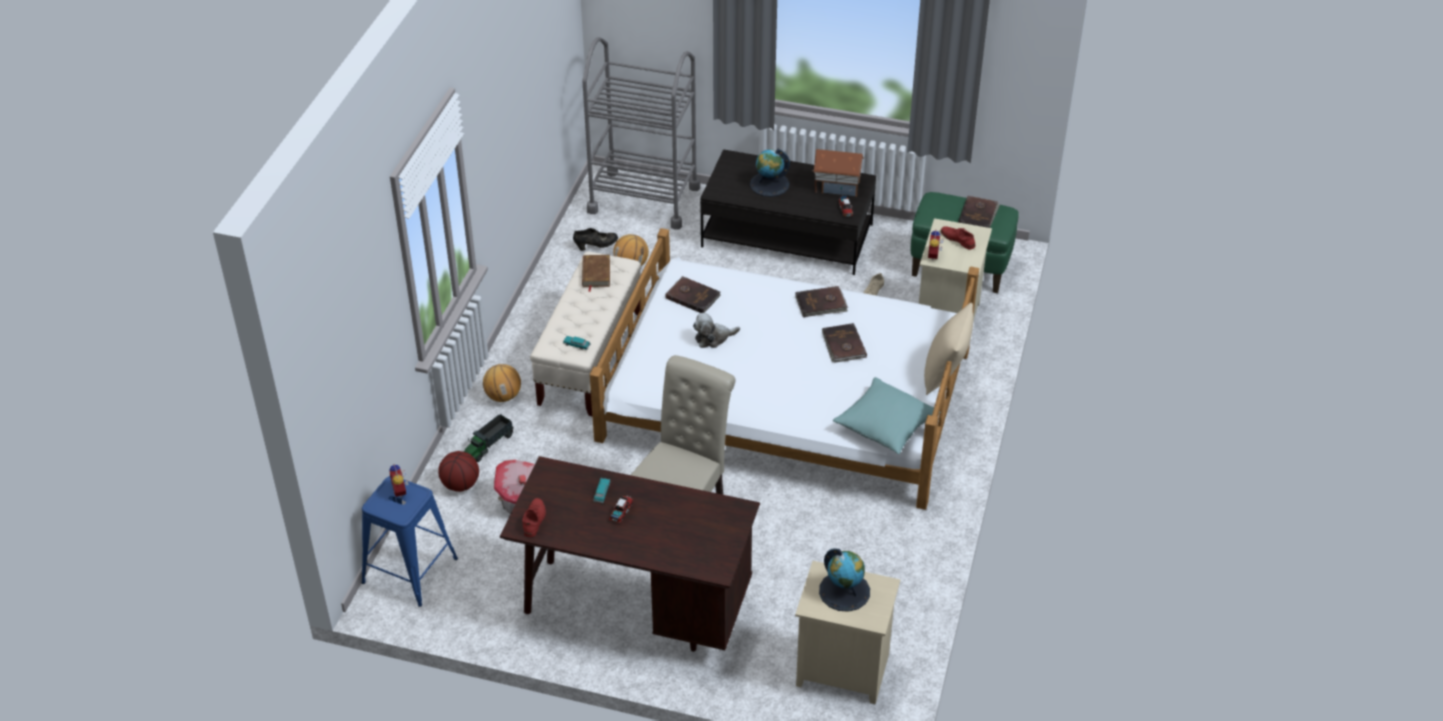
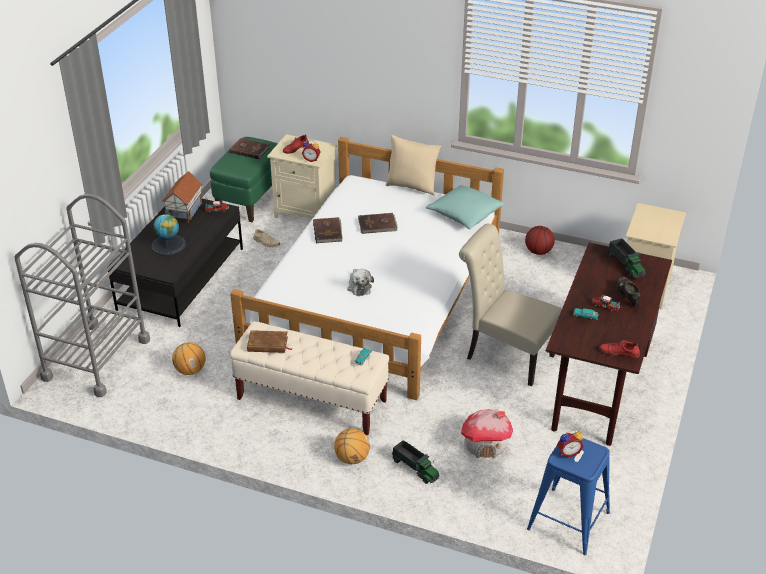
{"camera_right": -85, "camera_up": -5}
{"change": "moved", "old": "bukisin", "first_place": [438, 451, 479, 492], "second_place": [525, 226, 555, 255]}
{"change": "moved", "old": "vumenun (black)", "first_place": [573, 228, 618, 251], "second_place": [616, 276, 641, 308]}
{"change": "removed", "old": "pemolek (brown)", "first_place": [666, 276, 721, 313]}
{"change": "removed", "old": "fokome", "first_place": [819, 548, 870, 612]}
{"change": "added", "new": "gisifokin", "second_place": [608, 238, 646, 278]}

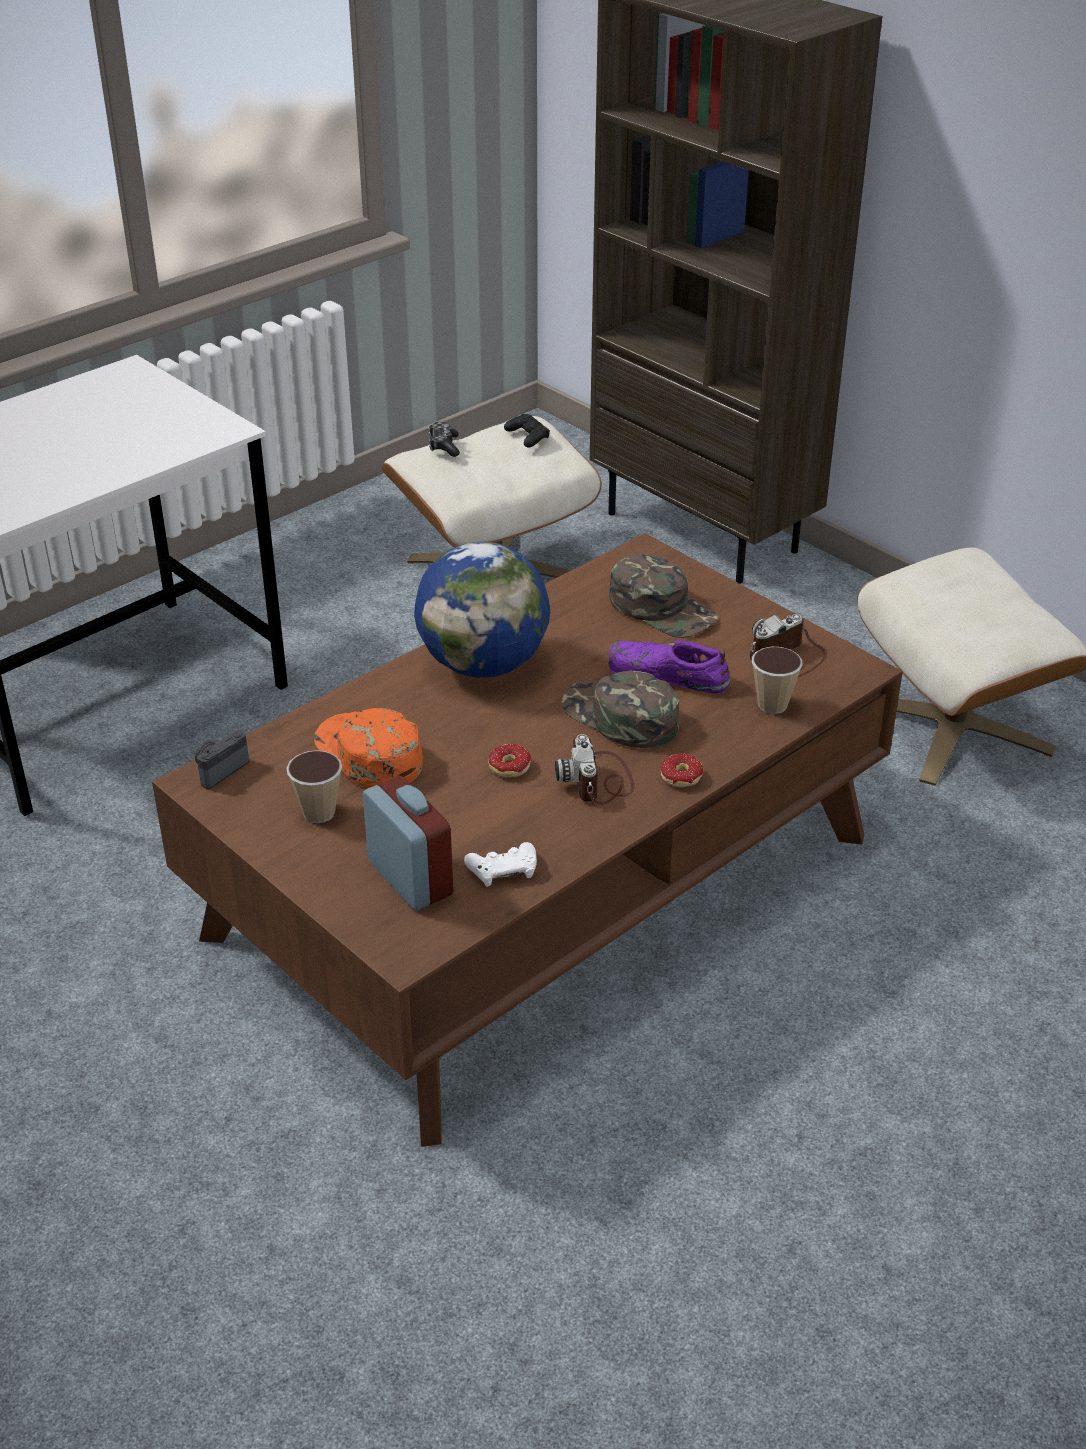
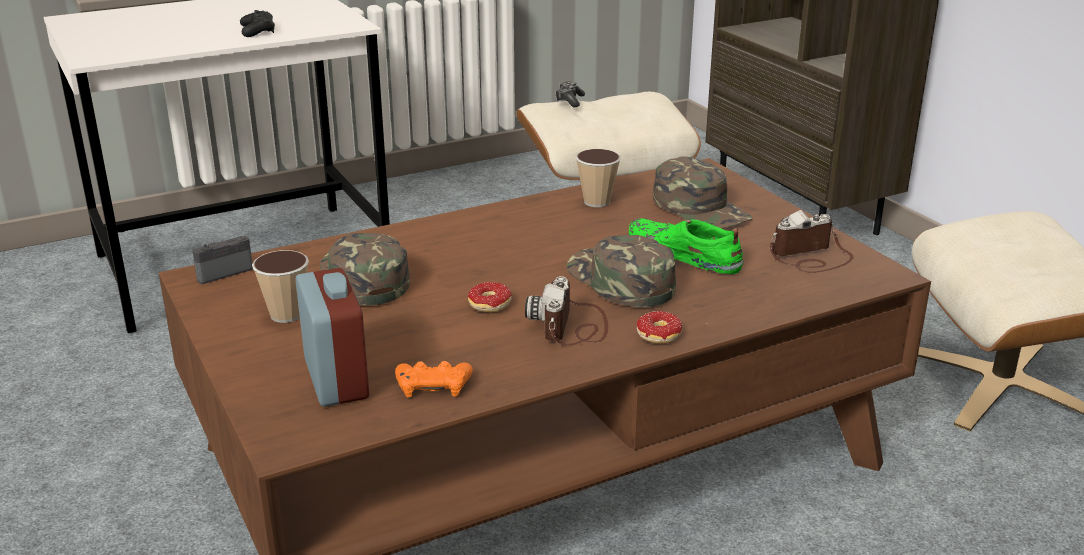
{"camera_right": 15, "camera_up": -10}
{"change": "recoloured", "old": "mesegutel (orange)", "new": "mesegutel (green)", "first_place": [314, 708, 423, 788], "second_place": [320, 233, 410, 305]}
{"change": "removed", "old": "fokome", "first_place": [414, 541, 550, 678]}
{"change": "recoloured", "old": "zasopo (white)", "new": "zasopo (orange)", "first_place": [464, 842, 537, 887], "second_place": [395, 361, 473, 398]}
{"change": "moved", "old": "zasopo (black)", "first_place": [504, 414, 550, 448], "second_place": [240, 10, 275, 37]}
{"change": "recoloured", "old": "vumenun (purple)", "new": "vumenun (green)", "first_place": [609, 640, 731, 693], "second_place": [629, 218, 744, 274]}
{"change": "moved", "old": "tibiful", "first_place": [752, 647, 803, 714], "second_place": [575, 149, 621, 207]}

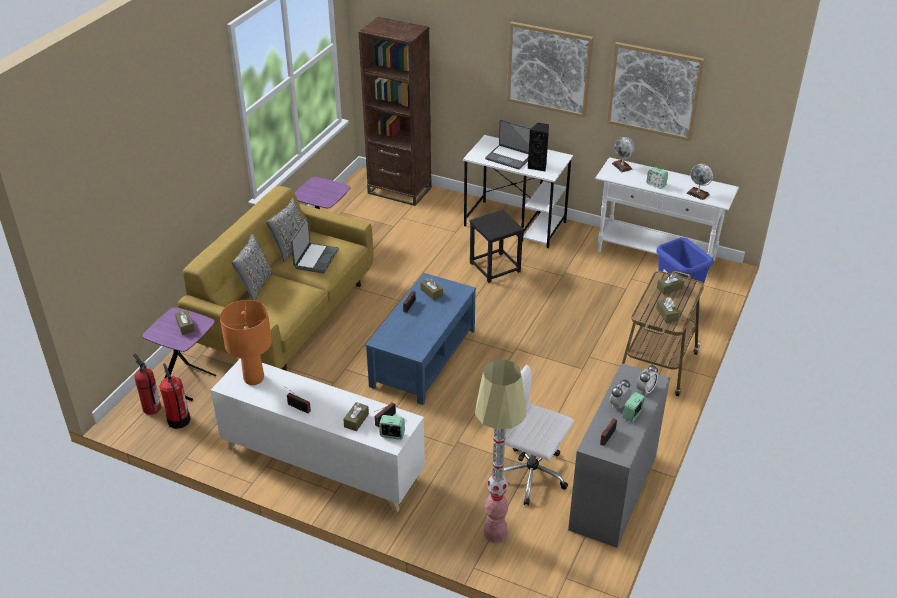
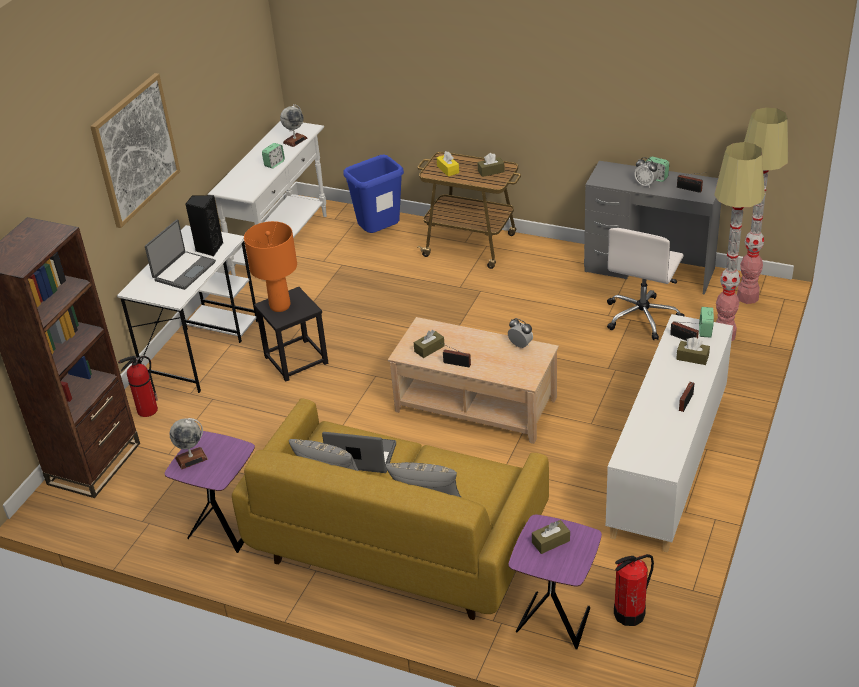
{"camera_right": -90, "camera_up": 0}
{"change": "moved", "old": "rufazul", "first_place": [133, 354, 161, 415], "second_place": [118, 356, 158, 417]}
{"change": "moved", "old": "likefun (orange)", "first_place": [220, 300, 272, 385], "second_place": [244, 221, 297, 312]}
{"change": "recoloured", "old": "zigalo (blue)", "new": "zigalo (beige)", "first_place": [365, 273, 476, 405], "second_place": [388, 317, 559, 444]}
{"change": "removed", "old": "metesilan", "first_place": [607, 42, 704, 141]}
{"change": "moved", "old": "fokome", "first_place": [612, 137, 635, 172], "second_place": [170, 418, 208, 470]}
{"change": "moved", "old": "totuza", "first_place": [637, 365, 658, 396], "second_place": [508, 318, 533, 348]}
{"change": "recoloured", "old": "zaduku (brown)", "new": "zaduku (yellow)", "first_place": [657, 273, 684, 295], "second_place": [437, 151, 459, 177]}
{"change": "added", "new": "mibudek", "second_place": [737, 107, 788, 304]}

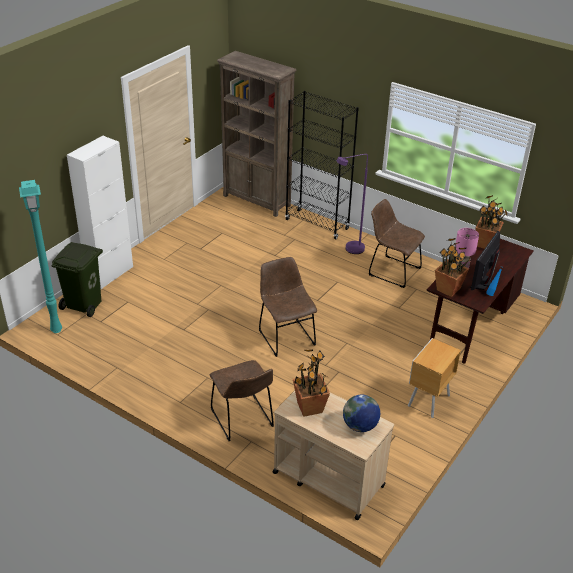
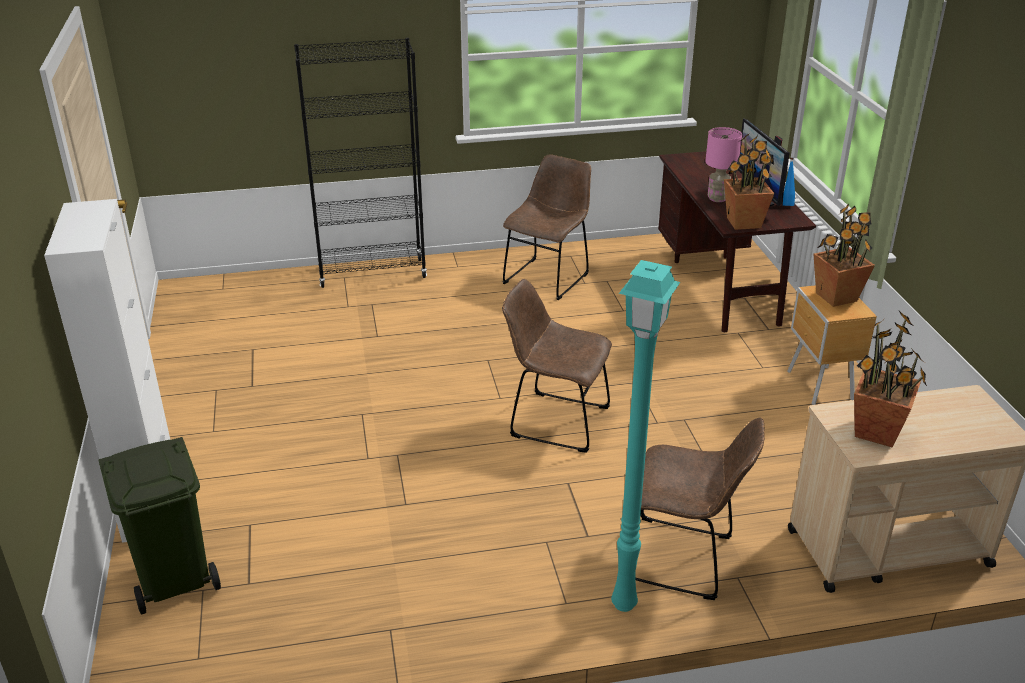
{"camera_right": -45, "camera_up": -5}
{"change": "moved", "old": "mibudek (turquoise)", "first_place": [19, 180, 62, 333], "second_place": [611, 260, 680, 612]}
{"change": "removed", "old": "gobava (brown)", "first_place": [217, 51, 297, 217]}
{"change": "removed", "old": "mibudek (purple)", "first_place": [337, 154, 368, 254]}
{"change": "removed", "old": "fokome", "first_place": [343, 395, 380, 432]}
{"change": "turned", "old": "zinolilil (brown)", "first_place": [368, 199, 425, 288], "second_place": [503, 155, 591, 300], "degrees": 135}
{"change": "moved", "old": "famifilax", "first_place": [475, 195, 508, 249], "second_place": [813, 204, 875, 307]}

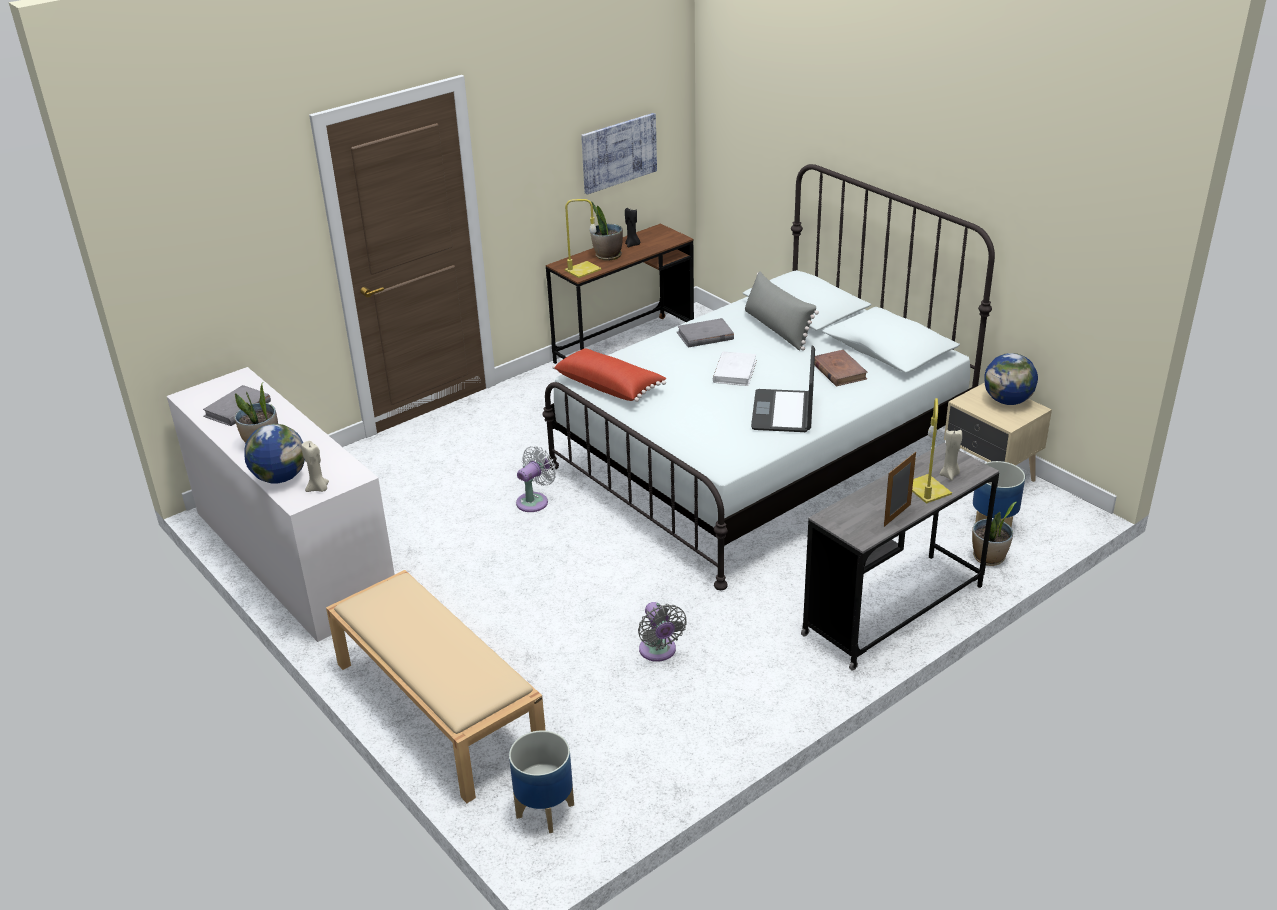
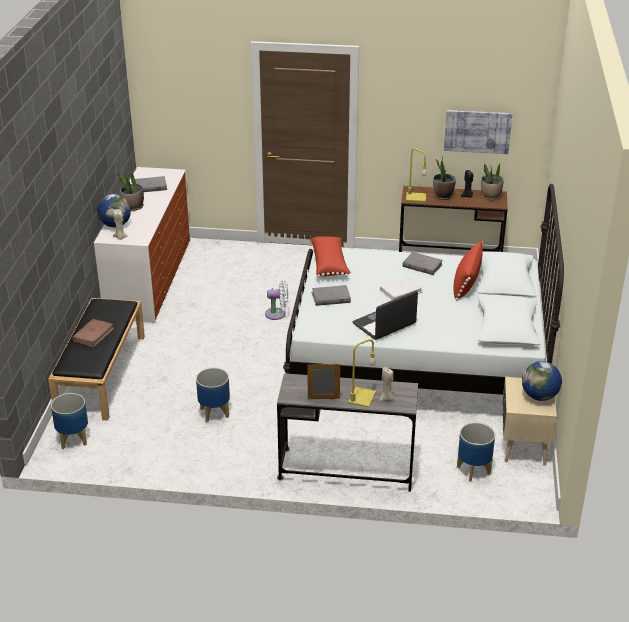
{"camera_right": 45, "camera_up": 0}
{"change": "recoloured", "old": "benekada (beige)", "new": "benekada (black)", "first_place": [326, 570, 546, 803], "second_place": [48, 298, 145, 421]}
{"change": "replaced", "old": "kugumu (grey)", "new": "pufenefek", "first_place": [638, 602, 687, 662], "second_place": [196, 368, 230, 423]}
{"change": "recoloured", "old": "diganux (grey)", "new": "diganux (red)", "first_place": [745, 271, 819, 351], "second_place": [453, 241, 483, 301]}
{"change": "moved", "old": "pemolek (brown)", "first_place": [814, 350, 868, 386], "second_place": [72, 319, 114, 347]}
{"change": "moved", "old": "famifilax", "first_place": [972, 502, 1017, 566], "second_place": [481, 164, 503, 200]}
{"change": "added", "new": "pemolek (grey)", "second_place": [311, 285, 351, 306]}

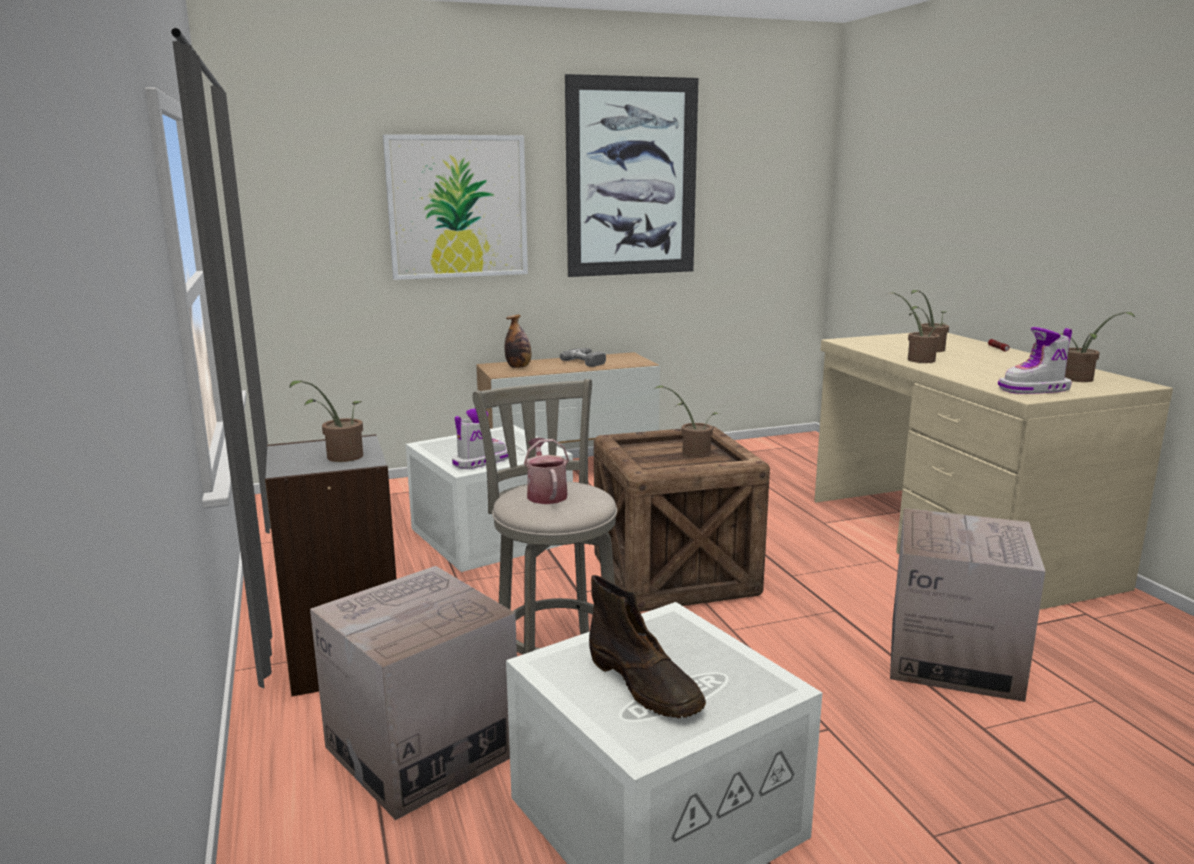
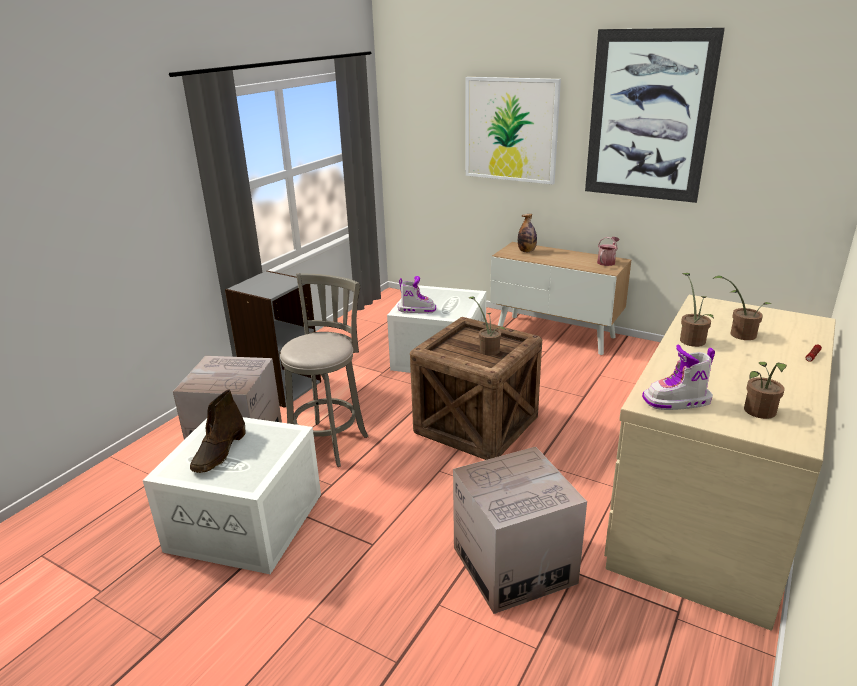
{"camera_right": 50, "camera_up": 10}
{"change": "removed", "old": "famifilax", "first_place": [289, 380, 363, 462]}
{"change": "moved", "old": "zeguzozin", "first_place": [524, 438, 569, 504], "second_place": [597, 237, 620, 266]}
{"change": "removed", "old": "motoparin", "first_place": [560, 348, 606, 367]}
{"change": "turned", "old": "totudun", "first_place": [998, 327, 1072, 394], "second_place": [642, 345, 715, 410], "degrees": -45}

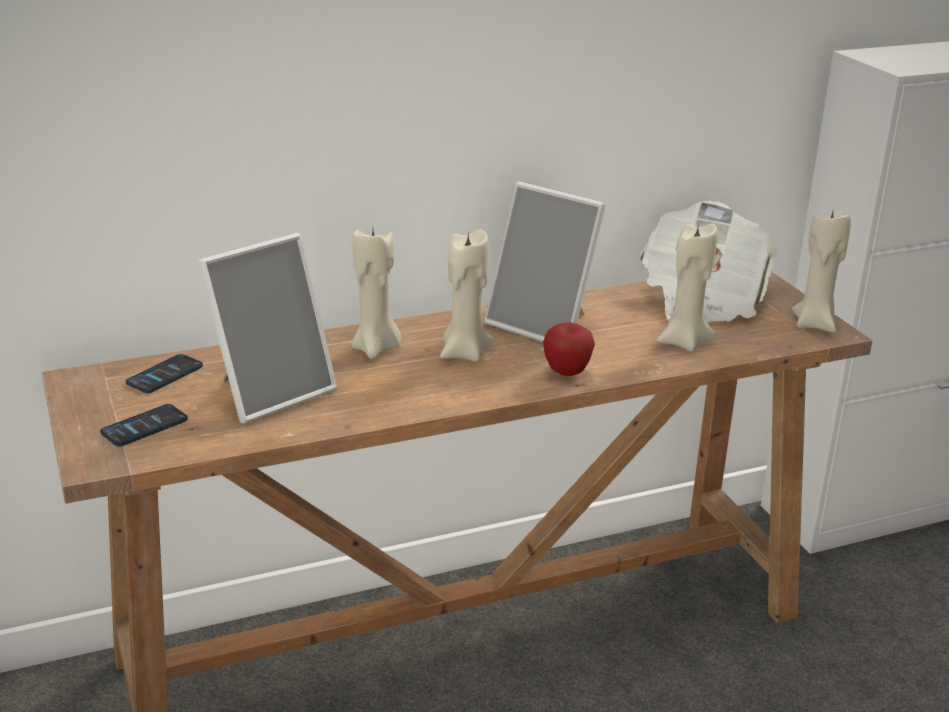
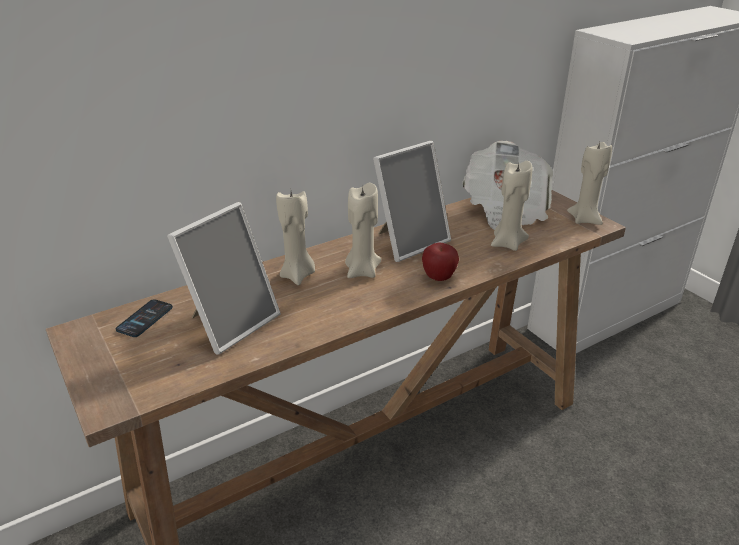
{"camera_right": -10, "camera_up": 5}
{"change": "removed", "old": "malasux", "first_place": [100, 404, 188, 447]}
{"change": "turned", "old": "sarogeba", "first_place": [484, 182, 606, 342], "second_place": [373, 141, 451, 262], "degrees": -60}

